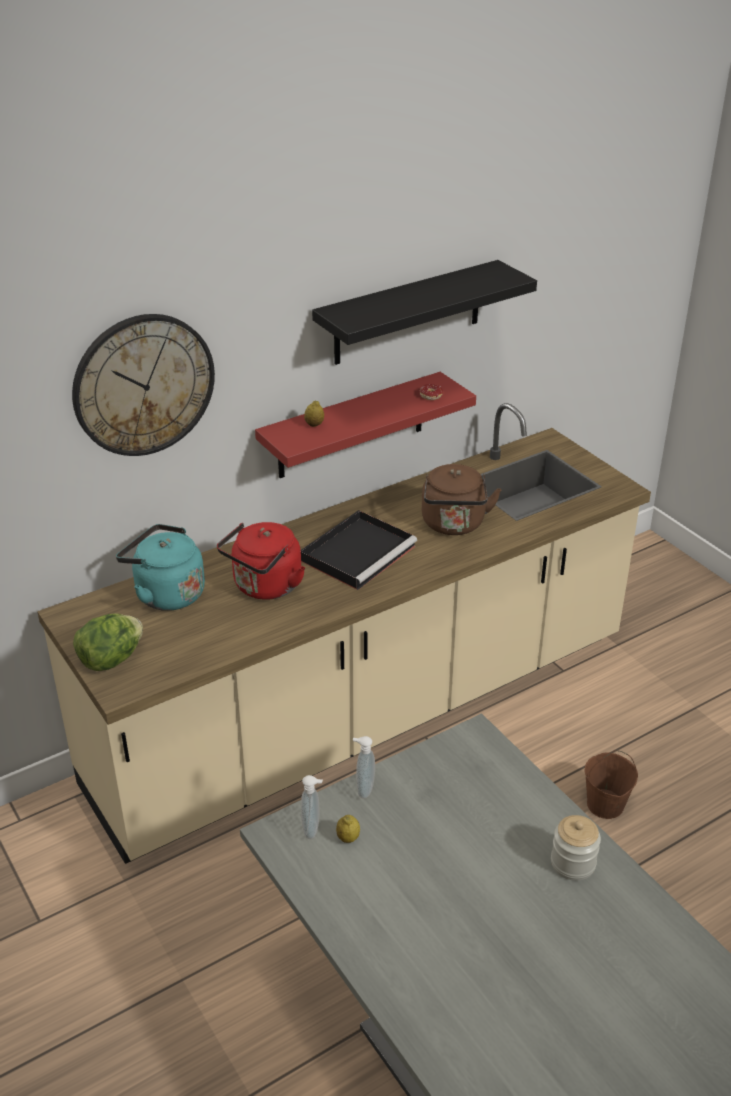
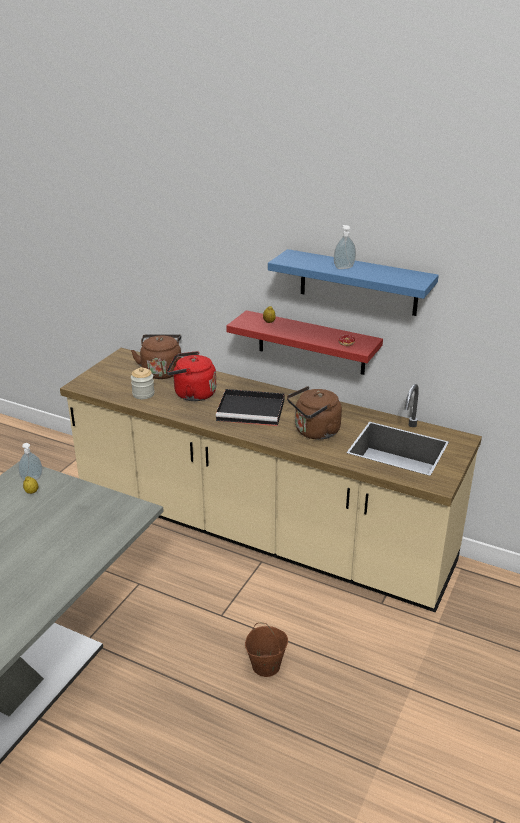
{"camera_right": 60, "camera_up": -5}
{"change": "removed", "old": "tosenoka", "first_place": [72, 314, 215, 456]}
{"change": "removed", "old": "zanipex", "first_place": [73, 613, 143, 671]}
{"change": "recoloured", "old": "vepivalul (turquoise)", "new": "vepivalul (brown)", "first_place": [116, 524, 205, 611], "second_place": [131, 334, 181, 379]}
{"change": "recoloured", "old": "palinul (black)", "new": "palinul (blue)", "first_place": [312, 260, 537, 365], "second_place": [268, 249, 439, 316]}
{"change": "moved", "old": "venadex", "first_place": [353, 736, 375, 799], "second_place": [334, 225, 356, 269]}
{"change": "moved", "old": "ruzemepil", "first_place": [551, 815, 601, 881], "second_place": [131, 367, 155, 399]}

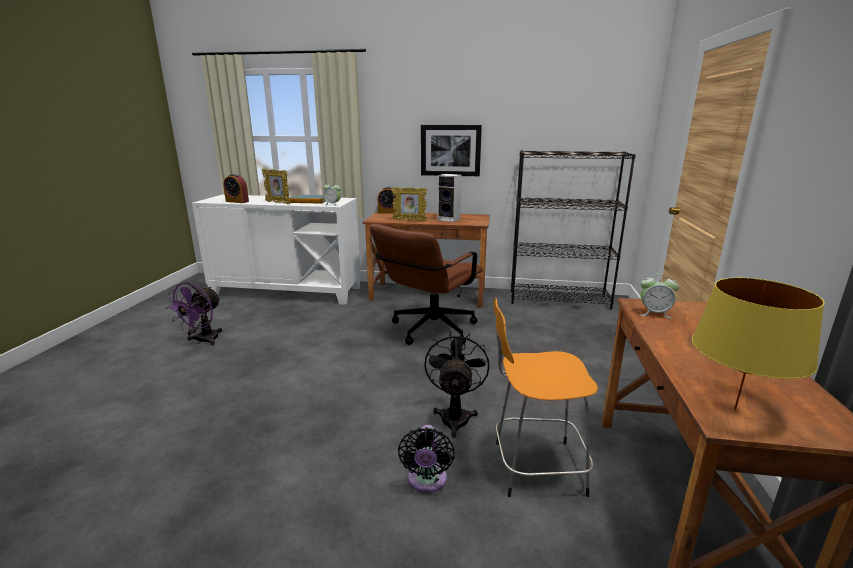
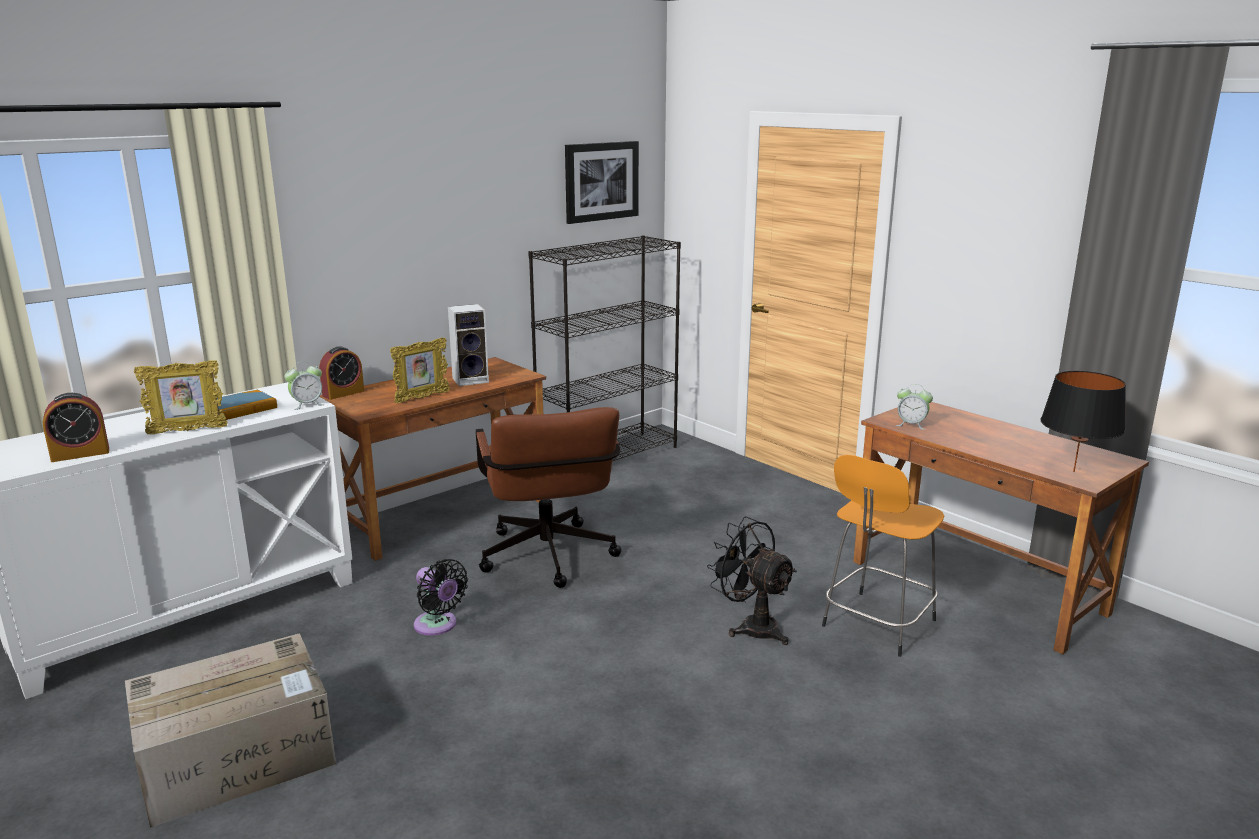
{"camera_right": -50, "camera_up": 0}
{"change": "replaced", "old": "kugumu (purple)", "new": "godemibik", "first_place": [165, 282, 222, 345], "second_place": [125, 633, 336, 828]}
{"change": "moved", "old": "kugumu (black)", "first_place": [398, 425, 455, 493], "second_place": [414, 559, 468, 636]}
{"change": "moved", "old": "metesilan", "first_place": [421, 125, 482, 176], "second_place": [565, 141, 639, 224]}
{"change": "turned", "old": "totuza", "first_place": [641, 273, 679, 318], "second_place": [896, 384, 933, 430], "degrees": 60}
{"change": "recoloured", "old": "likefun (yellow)", "new": "likefun (black)", "first_place": [692, 277, 825, 410], "second_place": [1040, 371, 1126, 472]}

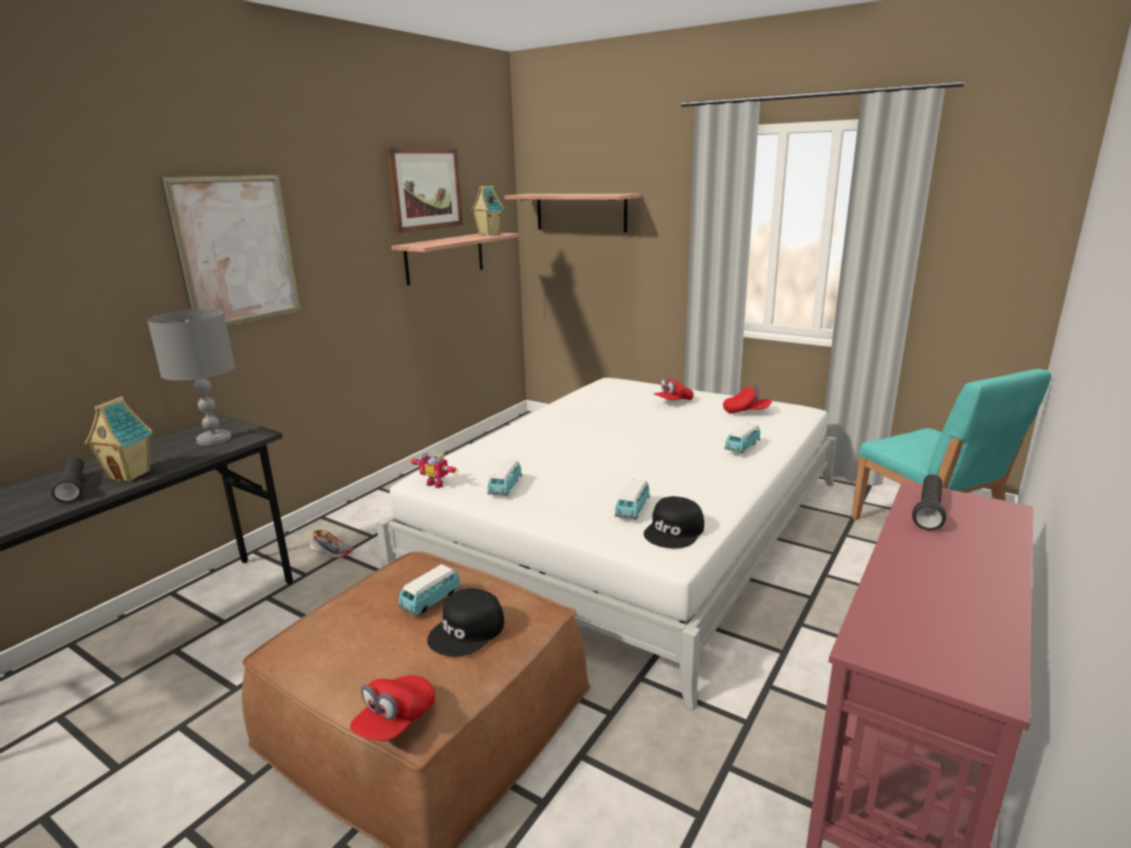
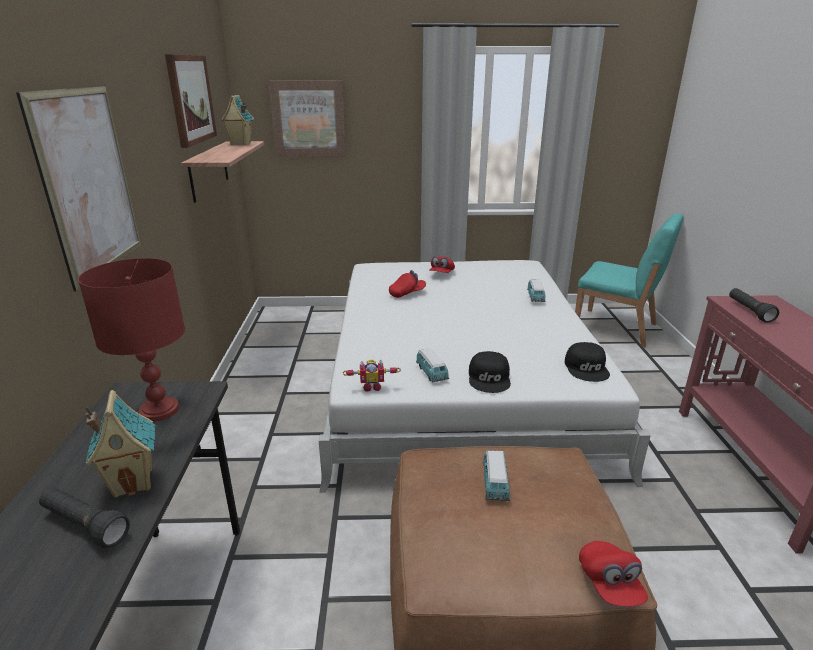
{"camera_right": -35, "camera_up": 5}
{"change": "recoloured", "old": "likefun (grey)", "new": "likefun (red)", "first_place": [147, 309, 235, 445], "second_place": [78, 258, 185, 422]}
{"change": "removed", "old": "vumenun", "first_place": [310, 530, 353, 558]}
{"change": "moved", "old": "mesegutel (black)", "first_place": [427, 588, 504, 657], "second_place": [469, 351, 511, 393]}
{"change": "replaced", "old": "palinul", "new": "metesilan", "first_place": [504, 194, 640, 232], "second_place": [268, 80, 346, 157]}
{"change": "removed", "old": "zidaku", "first_place": [615, 479, 650, 520]}
{"change": "moved", "old": "mesegutel (red)", "first_place": [723, 385, 772, 413], "second_place": [389, 270, 426, 298]}

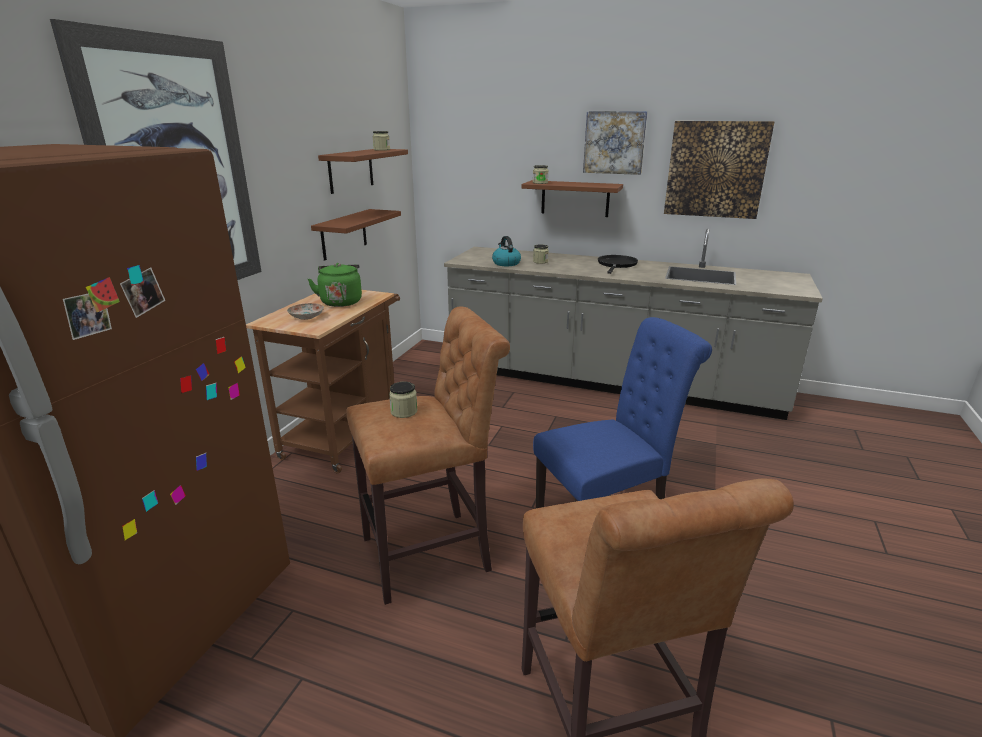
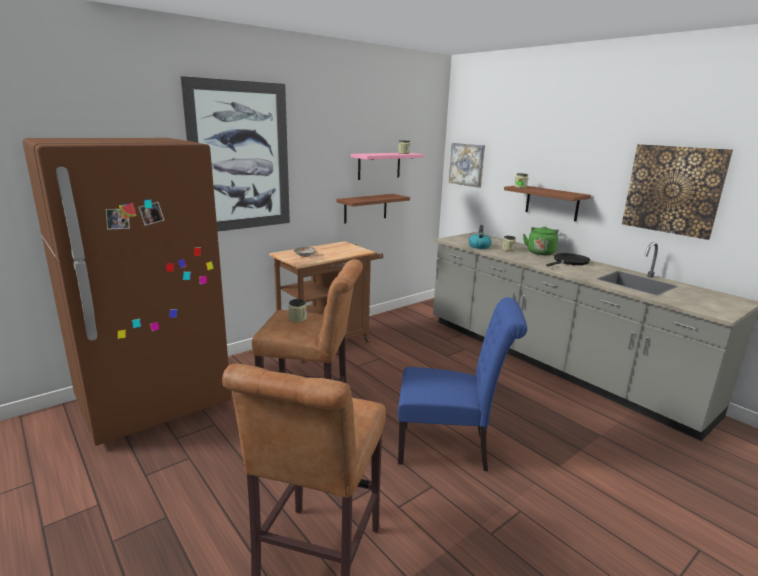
{"camera_right": 30, "camera_up": -5}
{"change": "moved", "old": "vepivalul (green)", "first_place": [308, 263, 362, 307], "second_place": [523, 226, 559, 255]}
{"change": "recoloured", "old": "palinul (brown)", "new": "palinul (pink)", "first_place": [318, 149, 408, 194], "second_place": [351, 153, 424, 180]}
{"change": "moved", "old": "metesilan", "first_place": [583, 111, 648, 175], "second_place": [449, 143, 485, 188]}

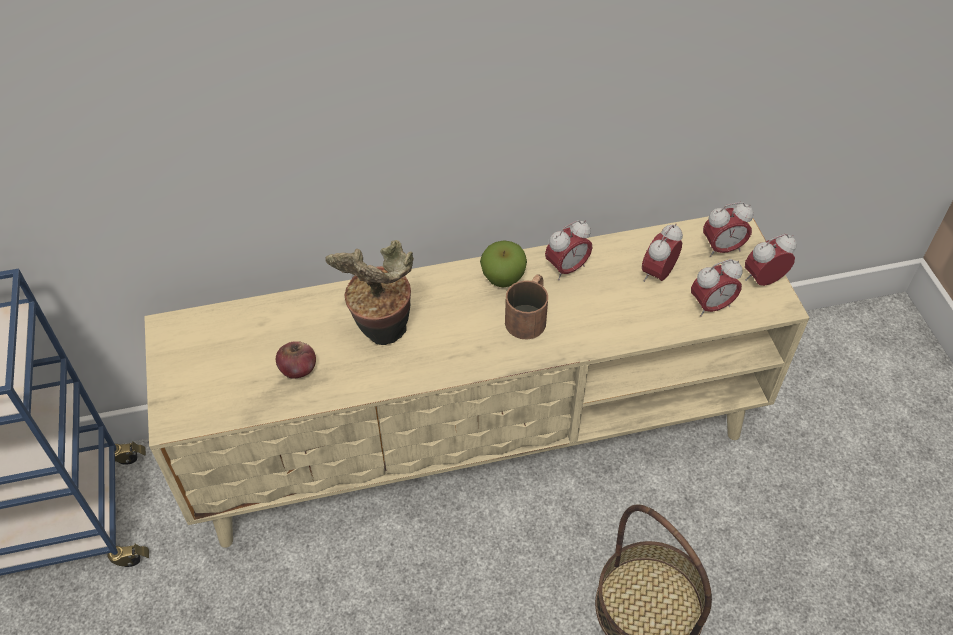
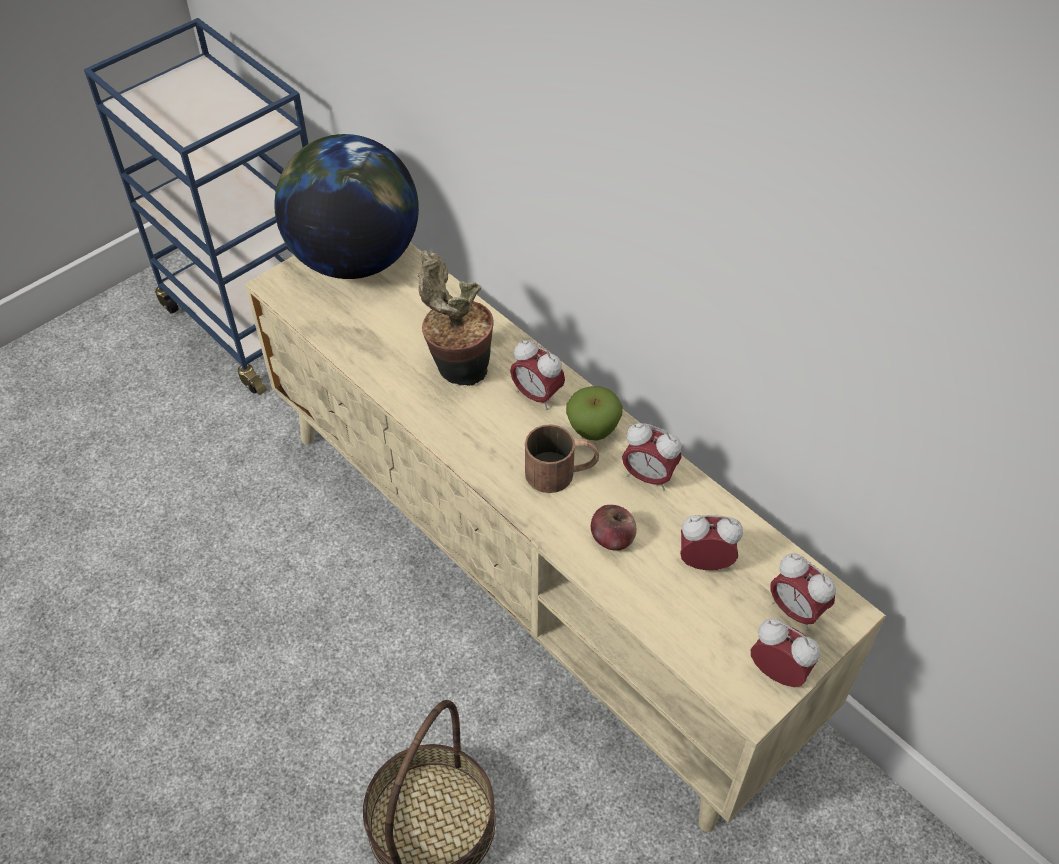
{"camera_right": 60, "camera_up": 0}
{"change": "moved", "old": "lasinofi", "first_place": [276, 341, 316, 379], "second_place": [591, 505, 637, 551]}
{"change": "moved", "old": "totuza", "first_place": [691, 259, 742, 317], "second_place": [510, 340, 565, 410]}
{"change": "added", "new": "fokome", "second_place": [274, 134, 419, 279]}

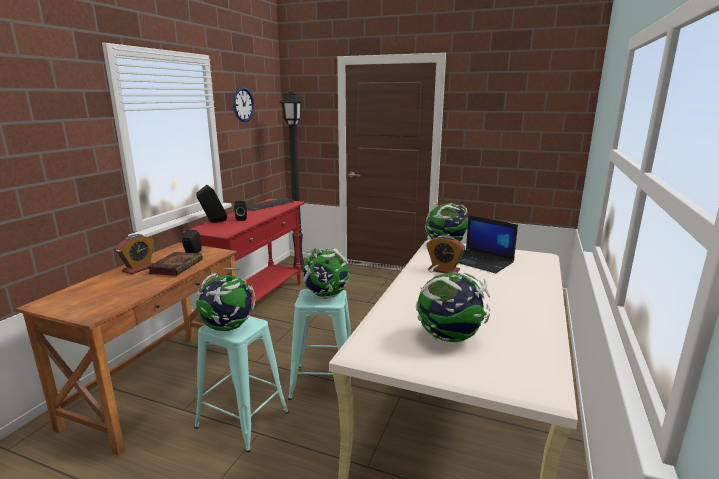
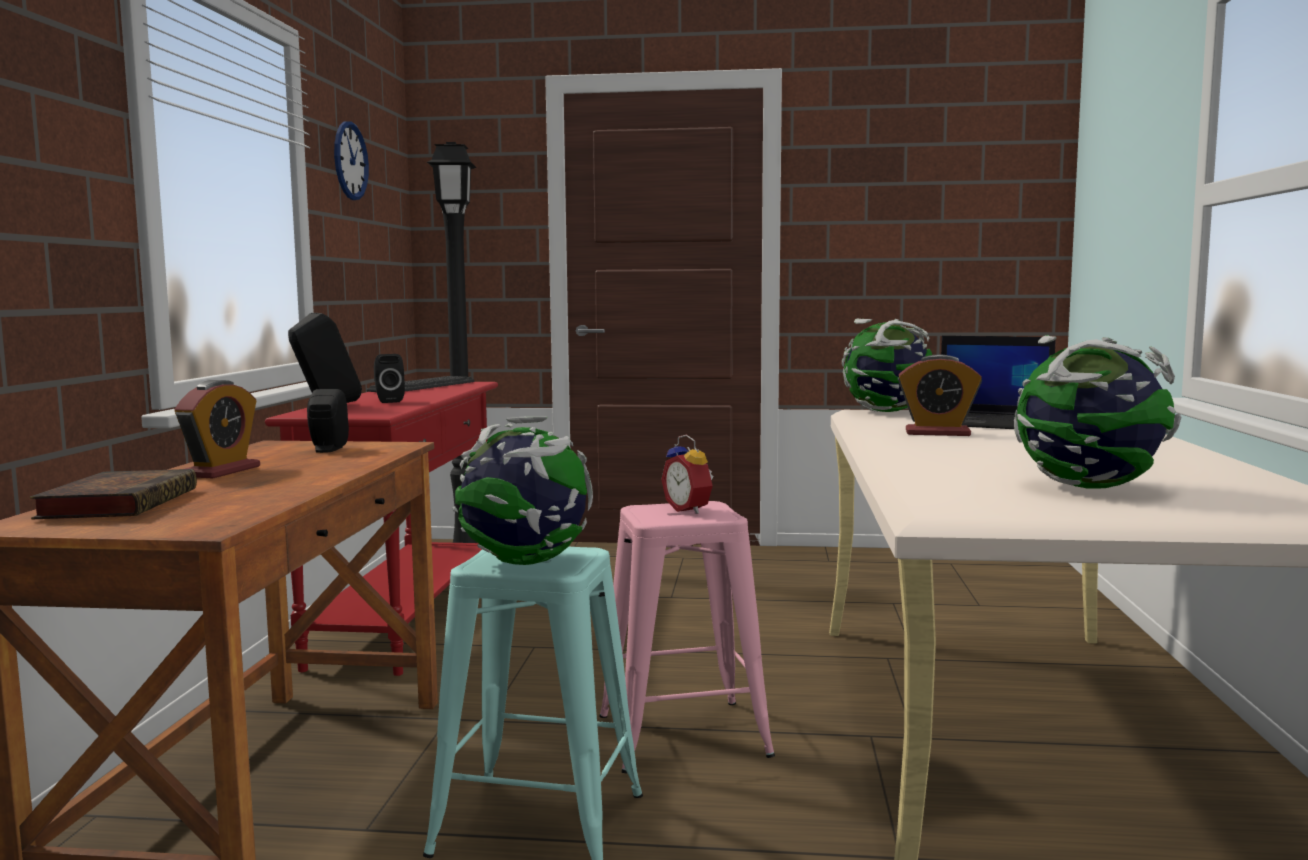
{"camera_right": -15, "camera_up": -10}
{"change": "moved", "old": "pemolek", "first_place": [147, 252, 203, 276], "second_place": [30, 469, 197, 519]}
{"change": "recoloured", "old": "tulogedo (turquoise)", "new": "tulogedo (pink)", "first_place": [288, 289, 351, 400], "second_place": [599, 501, 775, 774]}
{"change": "replaced", "old": "fokome", "new": "totuza", "first_place": [302, 248, 350, 299], "second_place": [661, 435, 713, 514]}

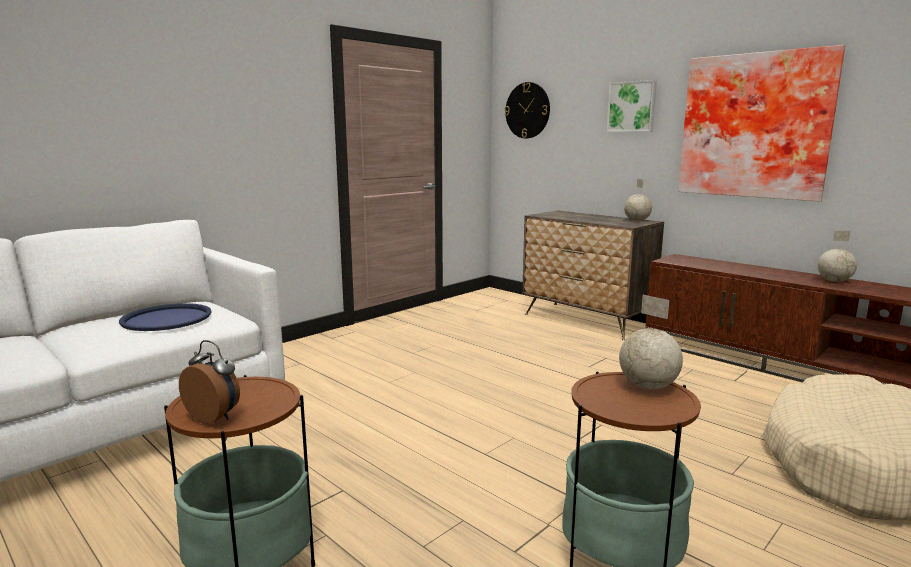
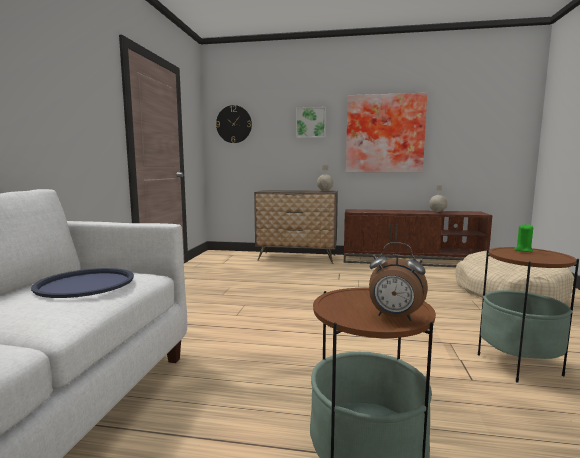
{"camera_right": -35, "camera_up": -5}
{"change": "turned", "old": "totuza", "first_place": [179, 340, 240, 424], "second_place": [369, 242, 428, 321], "degrees": -150}
{"change": "replaced", "old": "fokome", "new": "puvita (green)", "first_place": [619, 295, 683, 389], "second_place": [514, 225, 533, 252]}

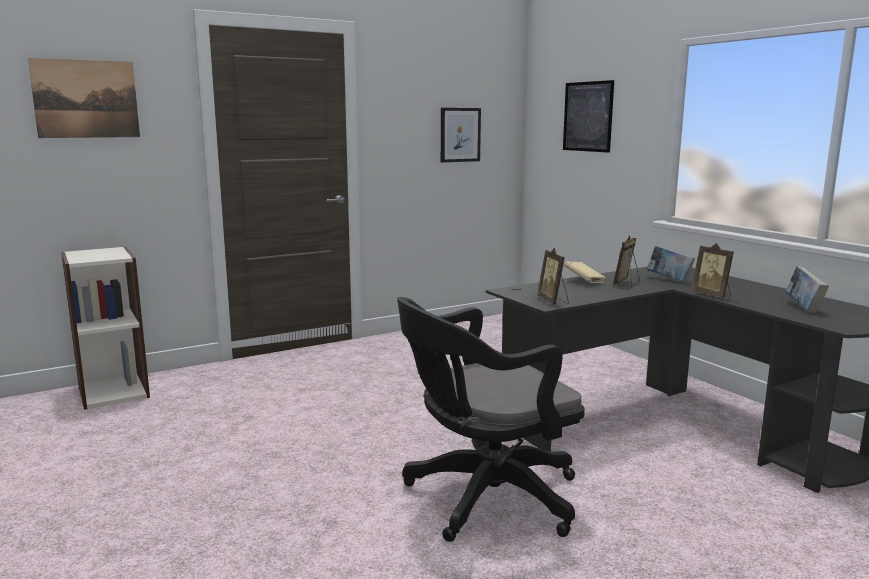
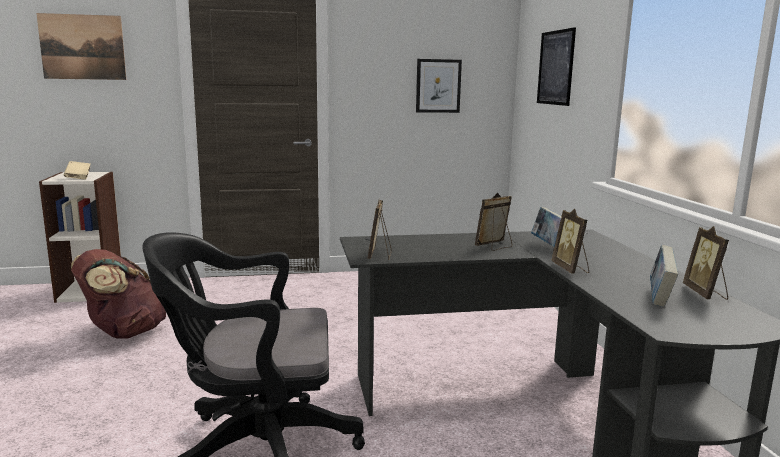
{"camera_right": 20, "camera_up": 0}
{"change": "moved", "old": "pemolek (beige)", "first_place": [564, 261, 606, 283], "second_place": [64, 161, 91, 180]}
{"change": "added", "new": "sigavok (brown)", "second_place": [71, 249, 166, 339]}
{"change": "added", "new": "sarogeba", "second_place": [683, 226, 729, 300]}

